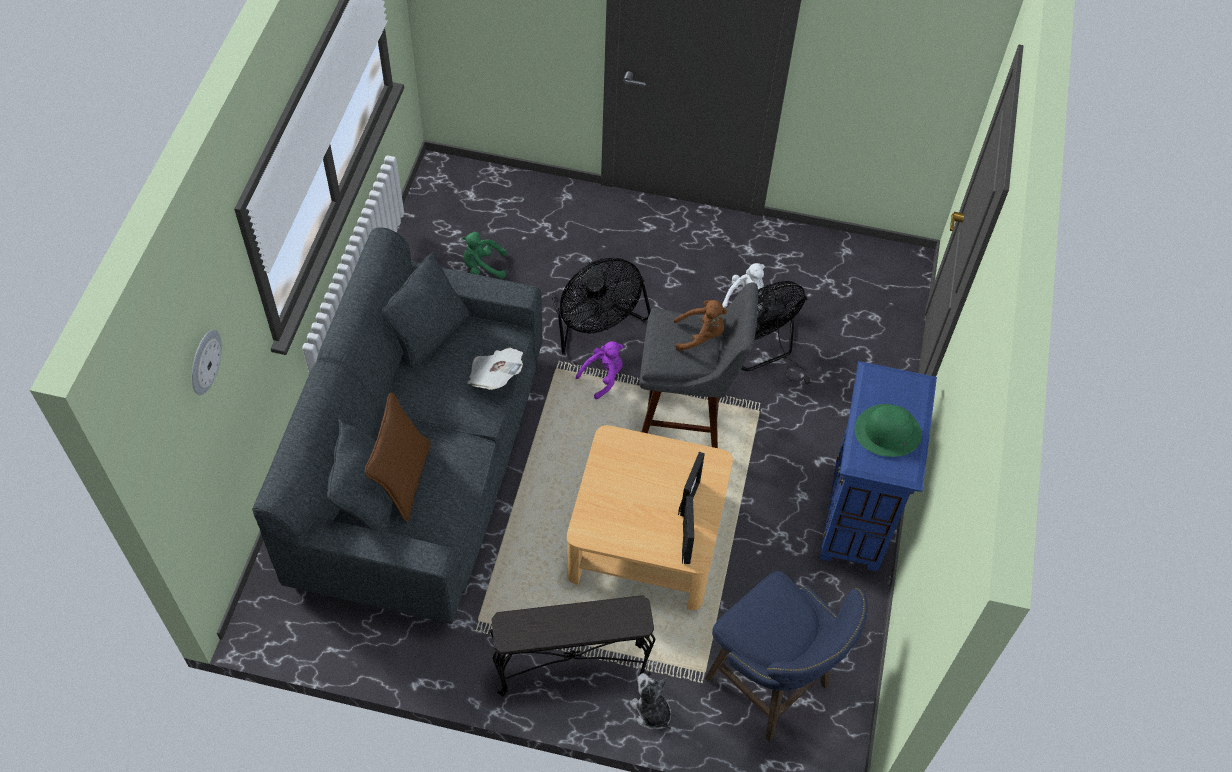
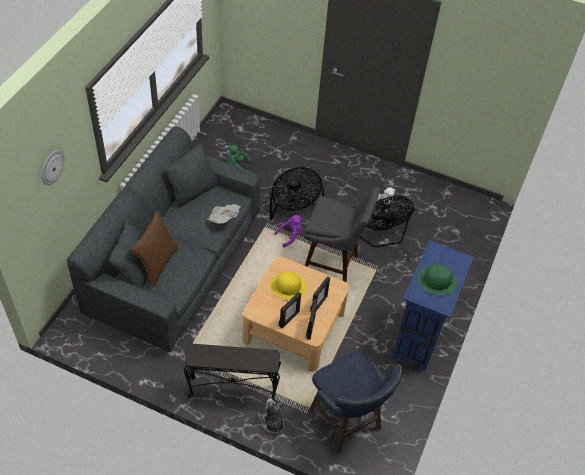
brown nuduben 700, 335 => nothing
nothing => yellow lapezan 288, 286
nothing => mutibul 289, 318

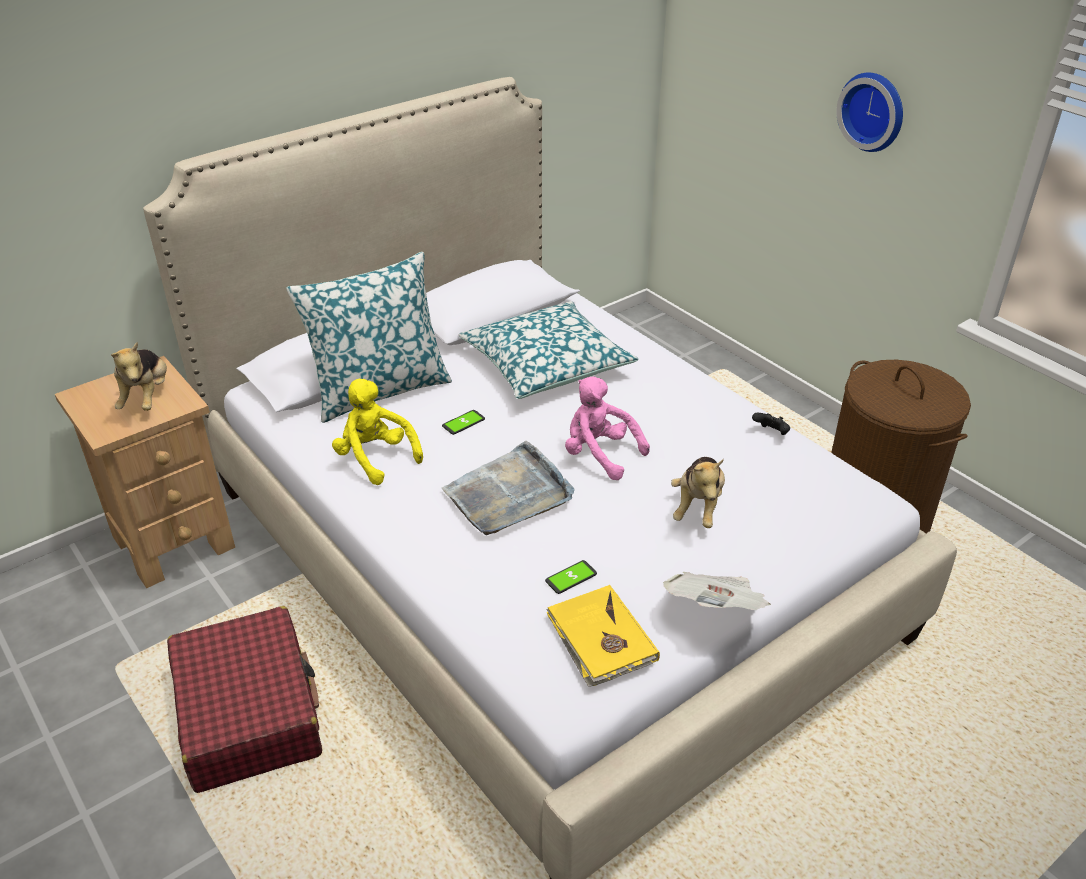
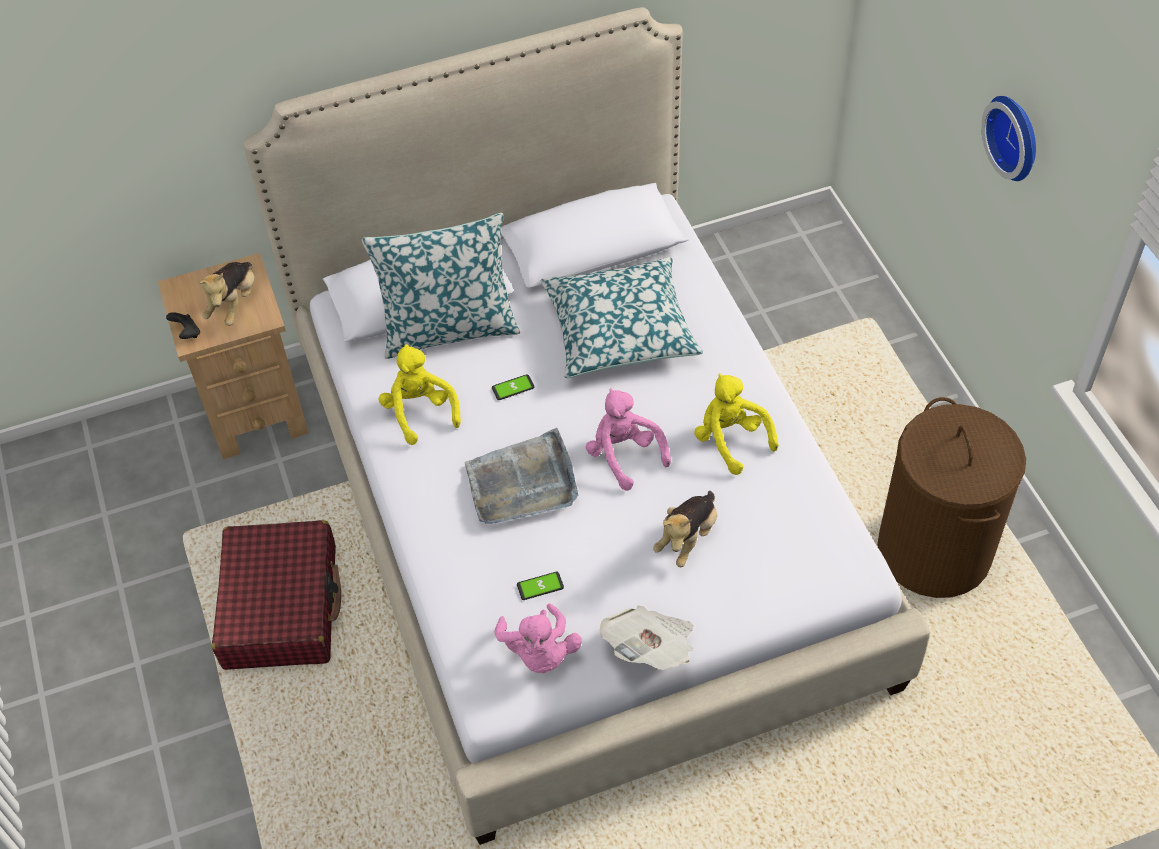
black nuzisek 771, 433 => black nuzisek 187, 333, relocated
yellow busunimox 600, 639 => pink nuduben 539, 653
nothing => yellow nuduben 731, 440

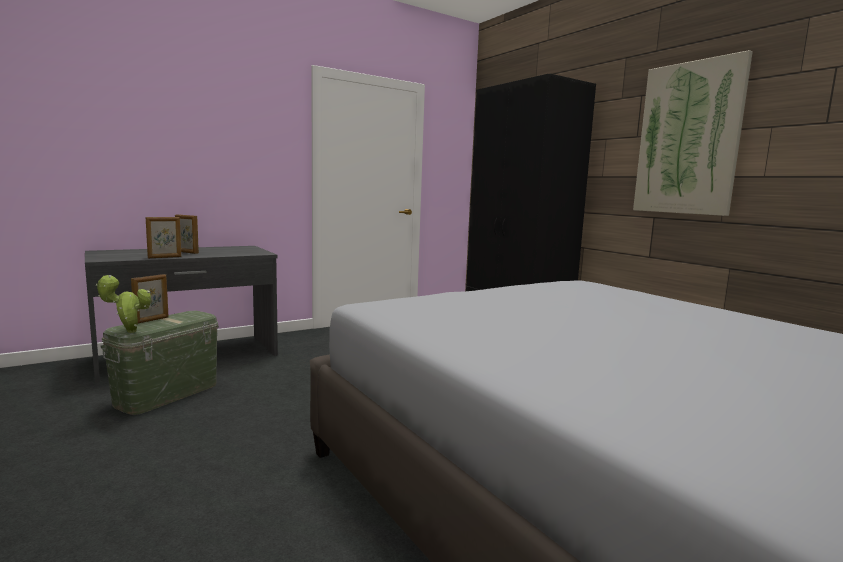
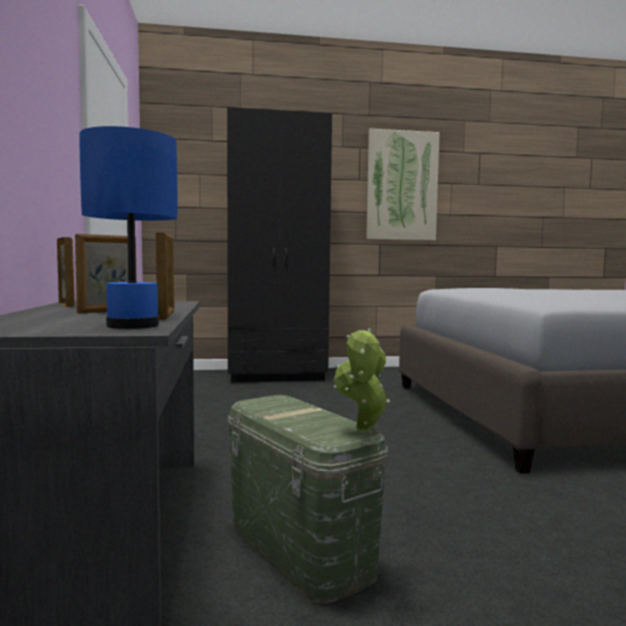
mutibul 152, 320 => mutibul 66, 305, relocated
nothing => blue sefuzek 131, 325

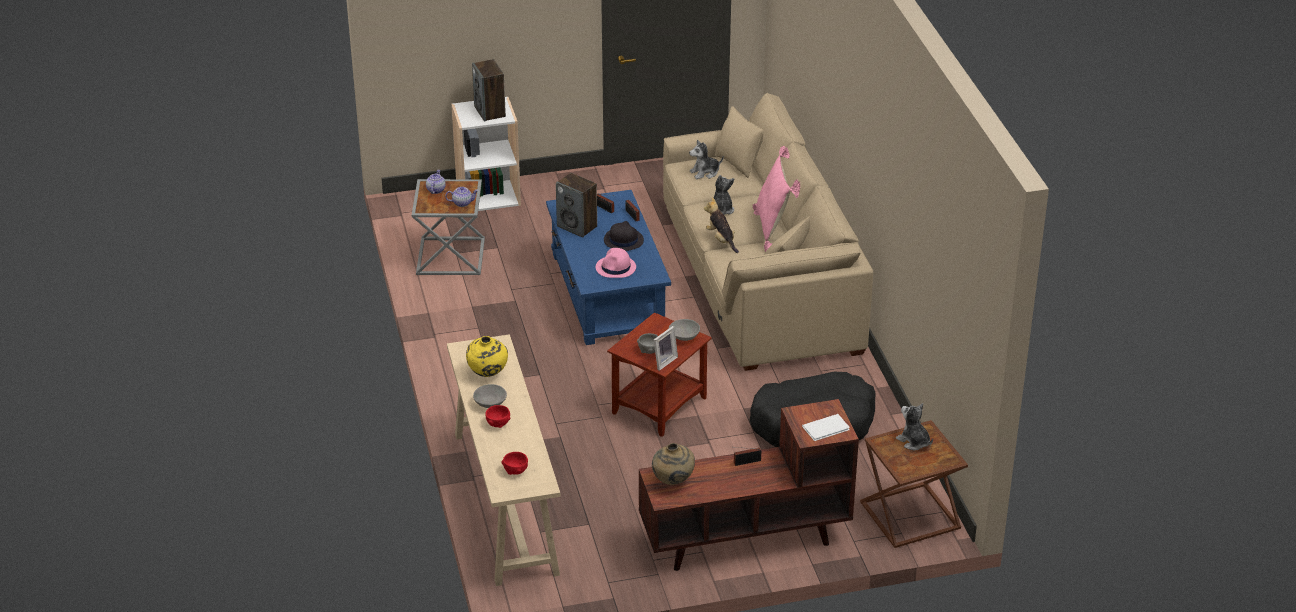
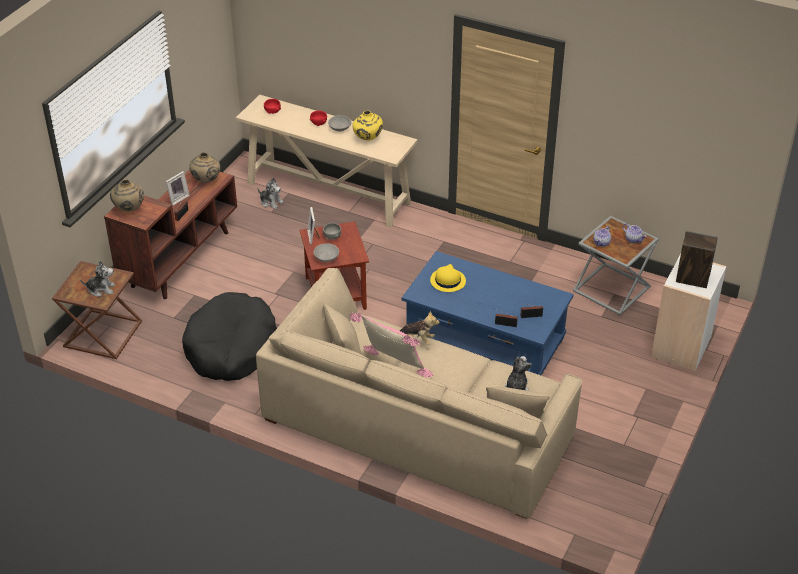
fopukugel 577, 226 => nothing
nuduben 721, 209 => nuduben 271, 202, relocated
black lapezan 623, 240 => nothing
pink lapezan 616, 268 => yellow lapezan 447, 281
white busunimox 827, 428 => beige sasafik 129, 210
nothing => mutibul 177, 198

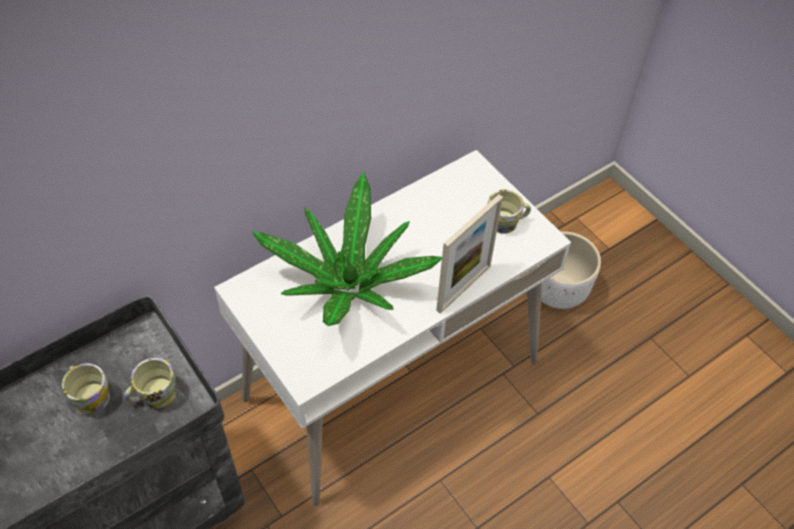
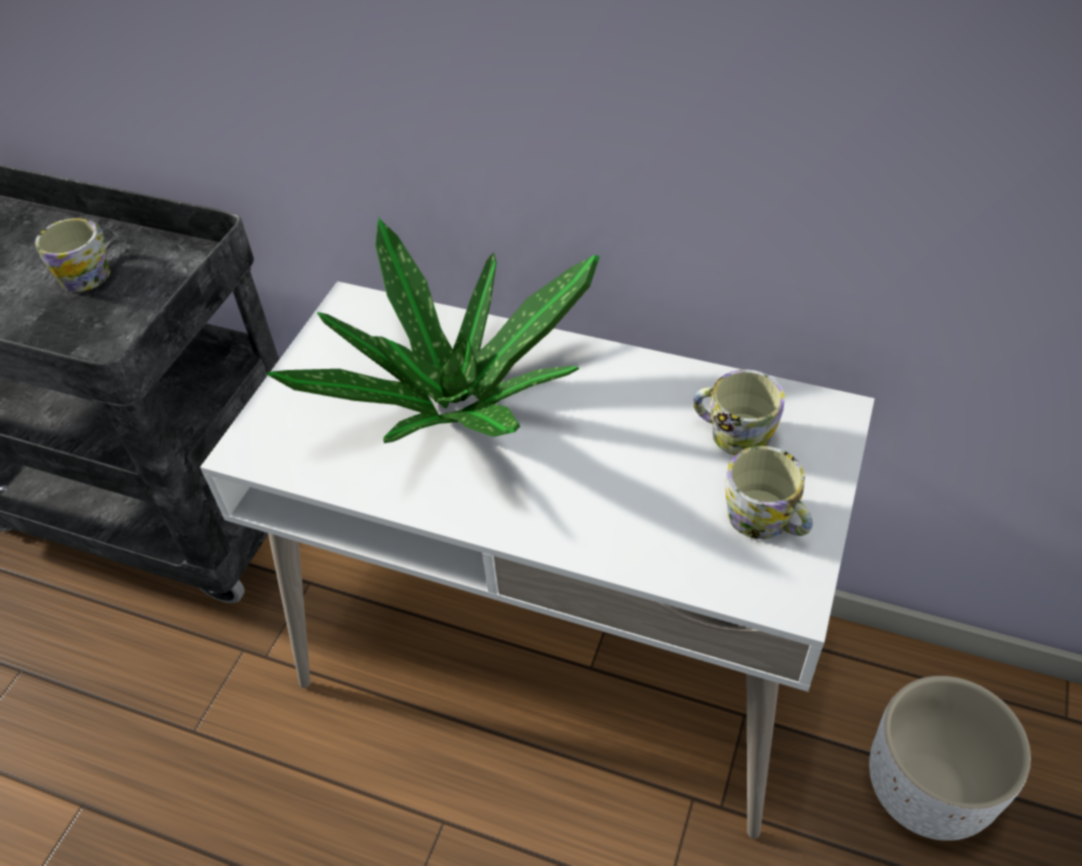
mutibul 463, 288 => nothing
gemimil 153, 395 => gemimil 732, 433, relocated

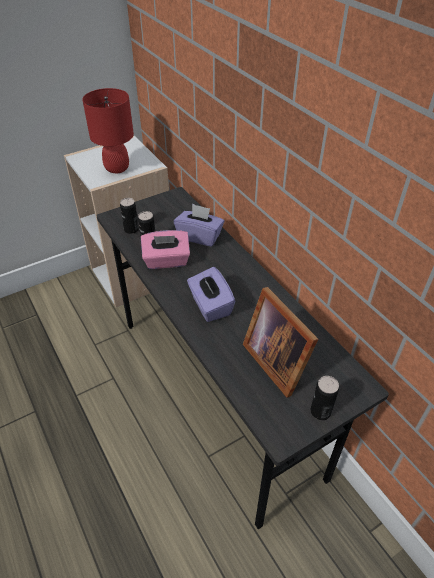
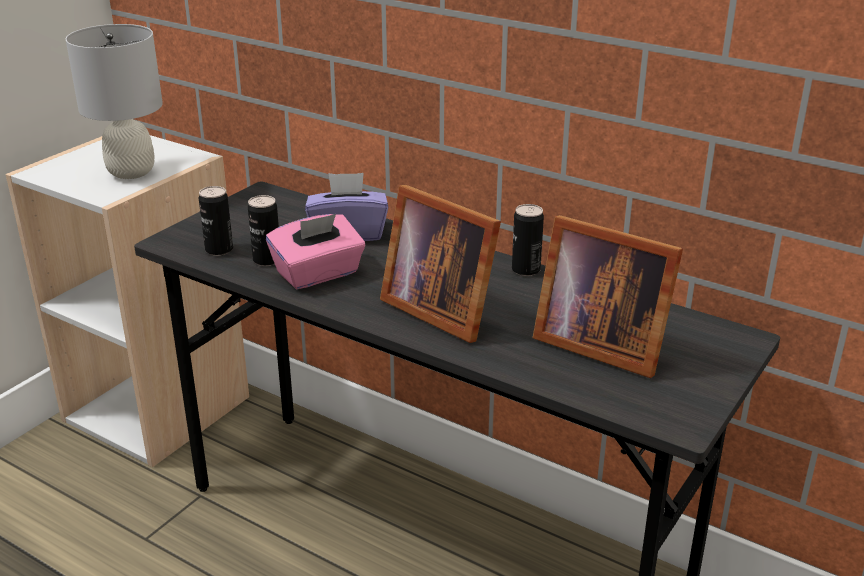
red sefuzek 116, 169 => grey sefuzek 129, 174
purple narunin 210, 305 => mutibul 440, 309
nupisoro 320, 411 => nupisoro 526, 270, relocated

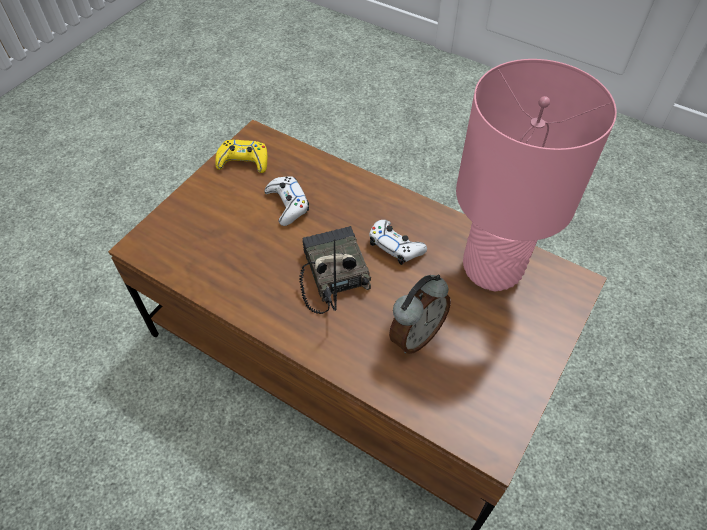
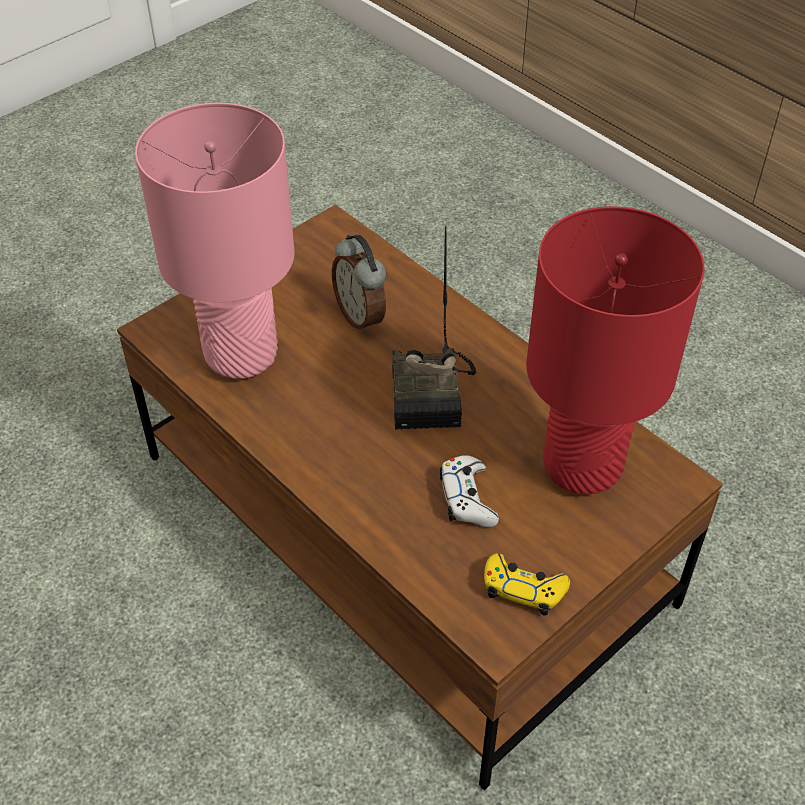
white nuzisek 395, 246 => nothing
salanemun 415, 335 => salanemun 361, 316, 90 degrees counterclockwise
nothing => red sefuzek 582, 471

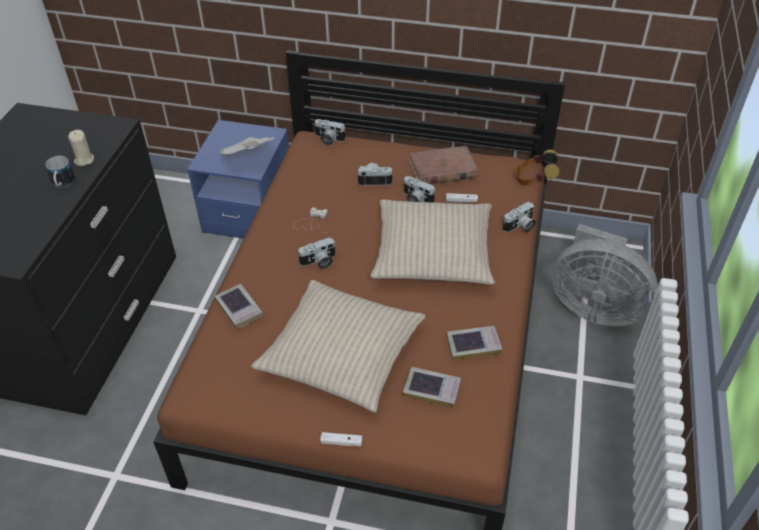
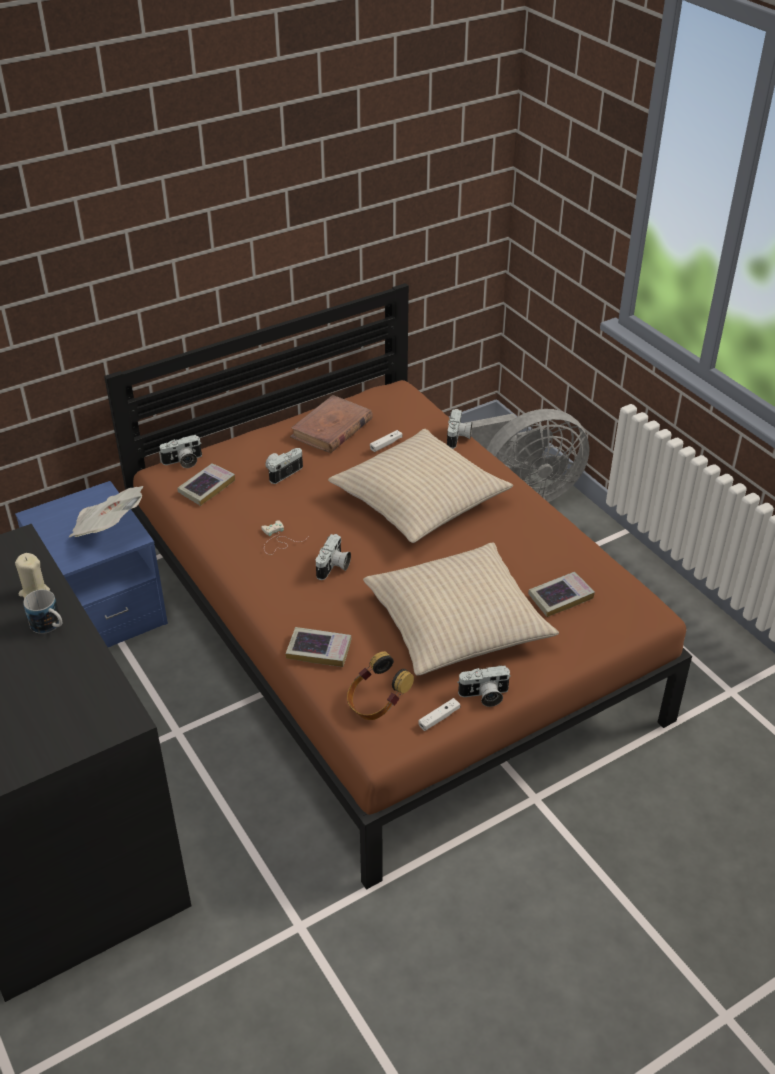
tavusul 534, 180 => tavusul 377, 703, relocated
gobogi 416, 199 => gobogi 484, 696, relocated
busunimox 473, 345 => busunimox 206, 487, relocated
white nuzisek 341, 442 => white nuzisek 439, 718, relocated

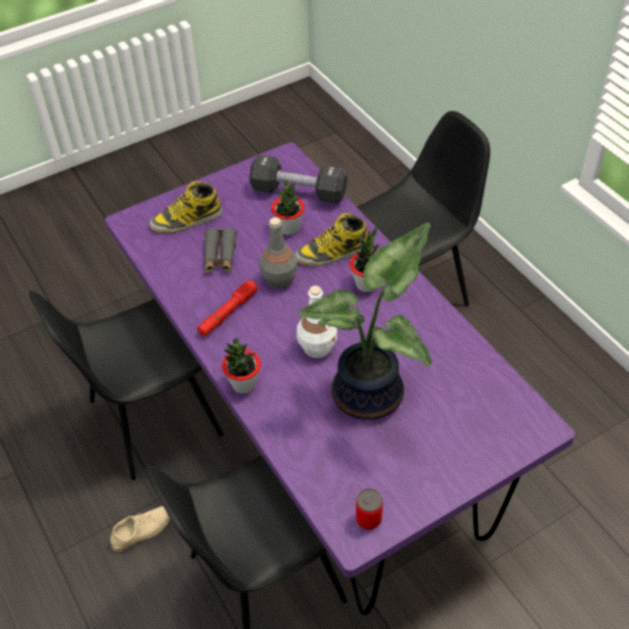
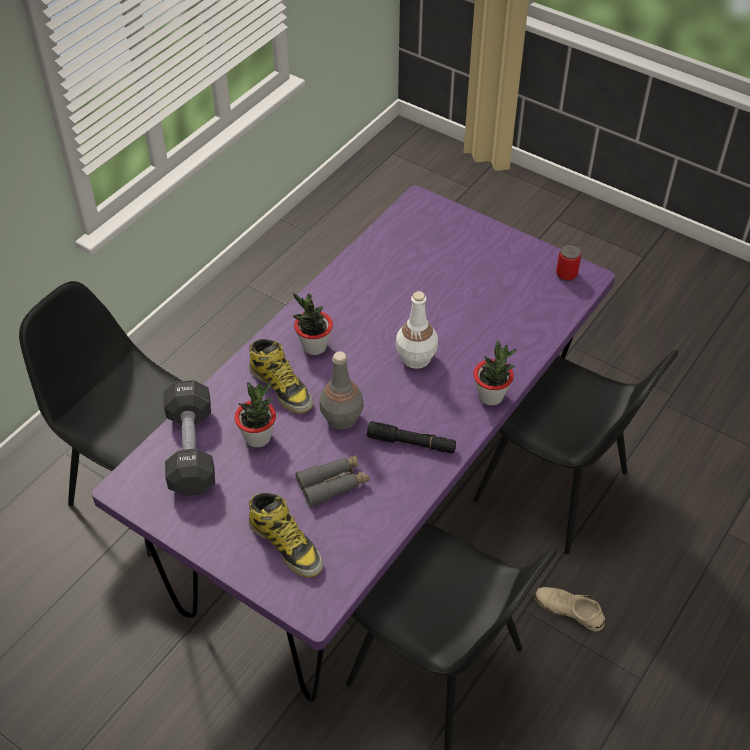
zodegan 372, 395 => nothing
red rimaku 228, 313 => black rimaku 411, 443

